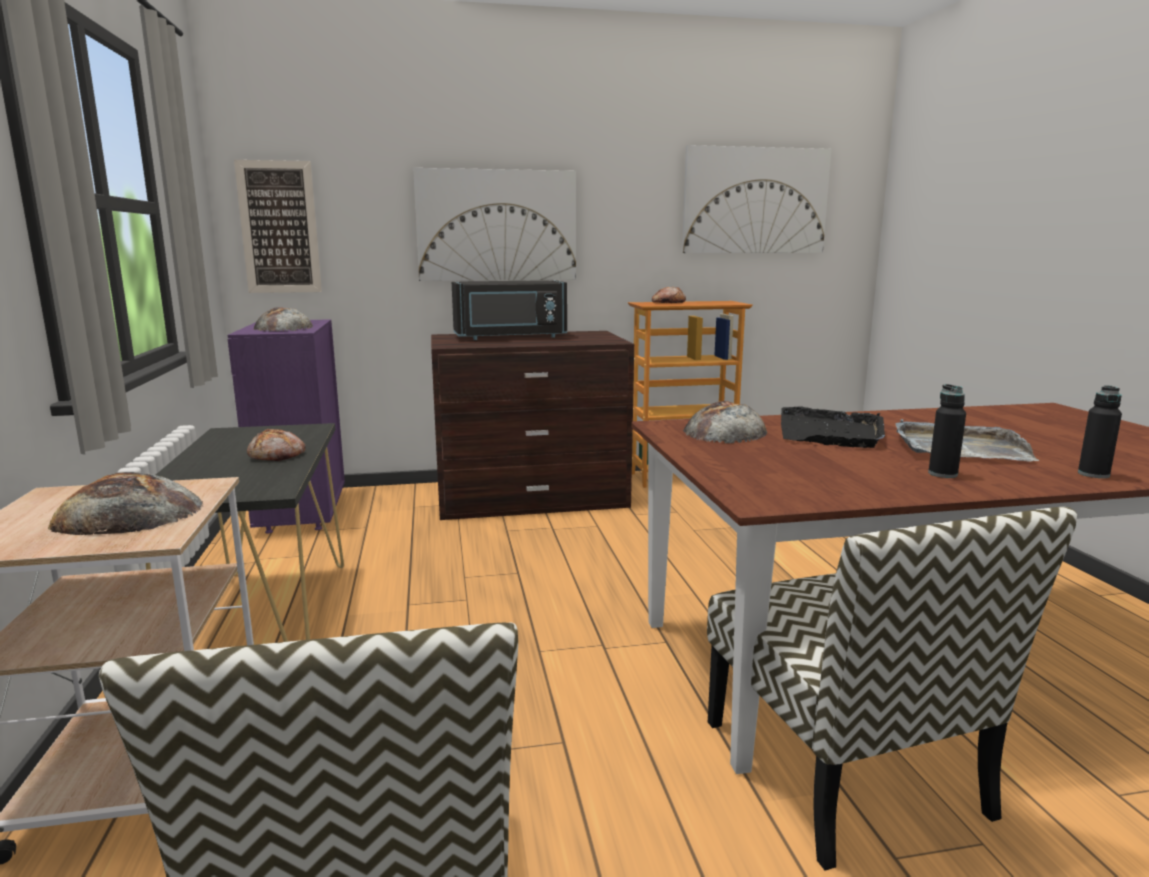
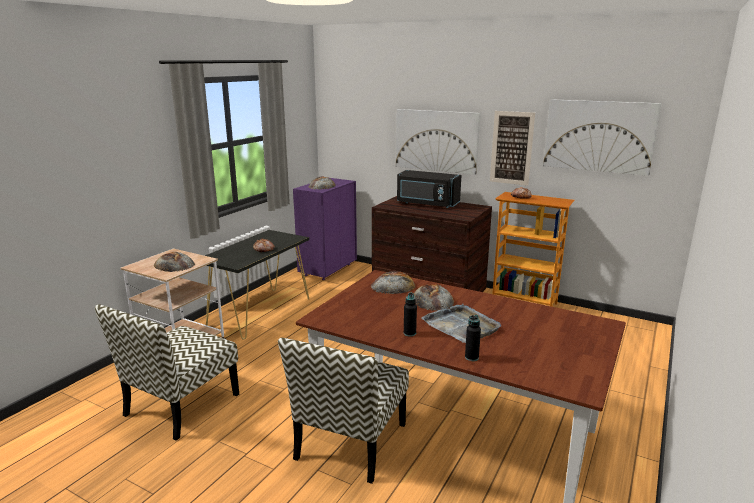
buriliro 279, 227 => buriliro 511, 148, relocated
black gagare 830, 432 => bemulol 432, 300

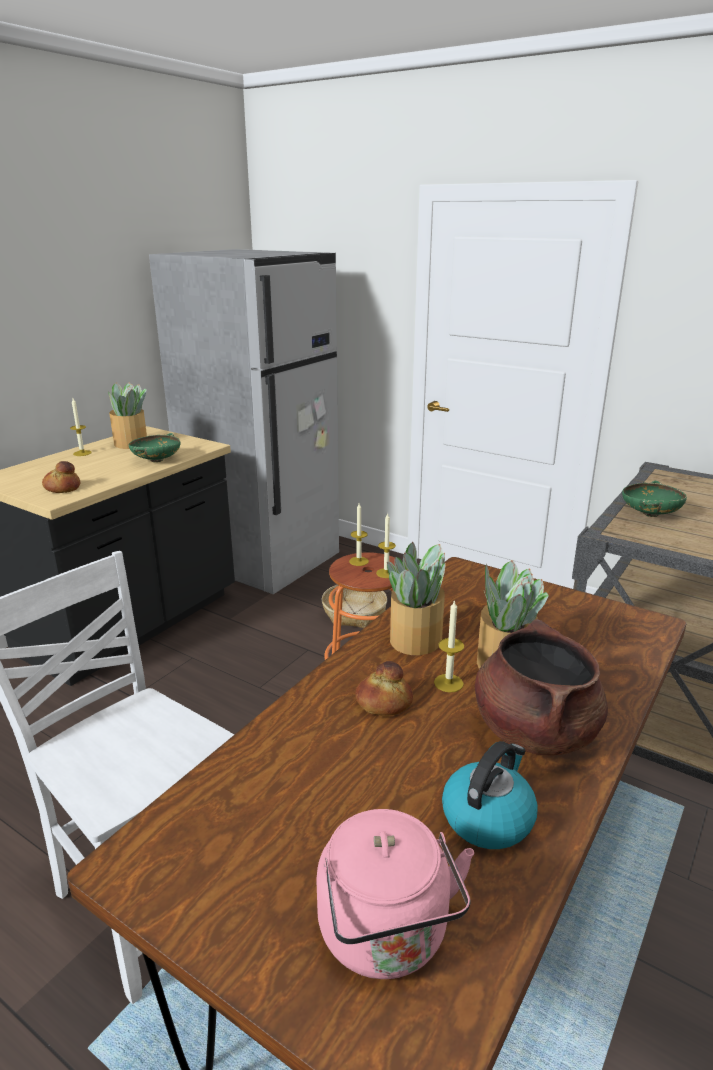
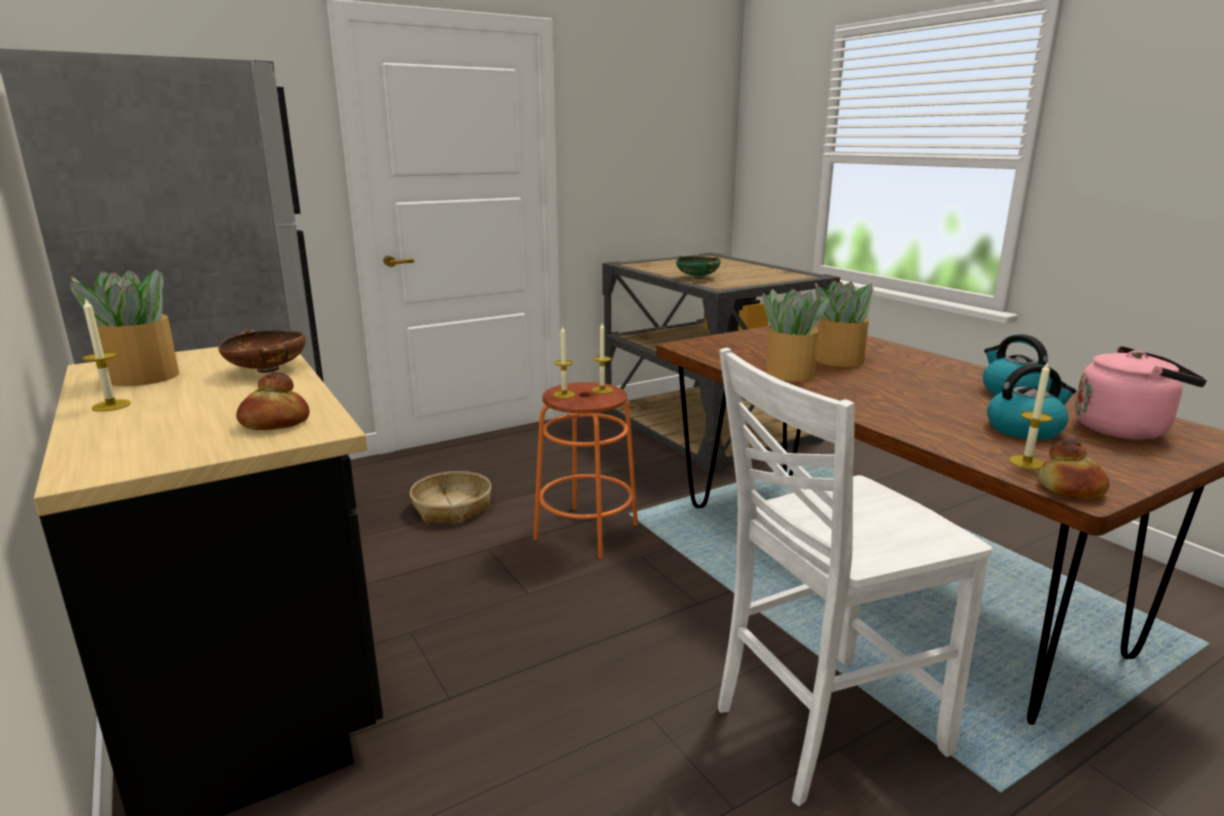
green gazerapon 156, 460 => brown gazerapon 267, 370
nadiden 448, 683 => nadiden 1026, 462, relocated
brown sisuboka 534, 730 => nothing
bemulol 383, 702 => bemulol 1069, 489, relocated
nothing => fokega 1025, 429

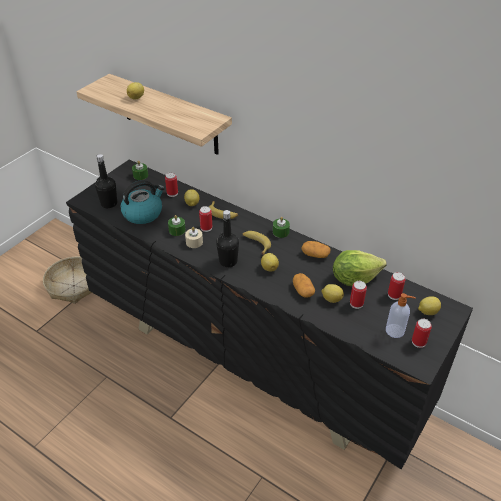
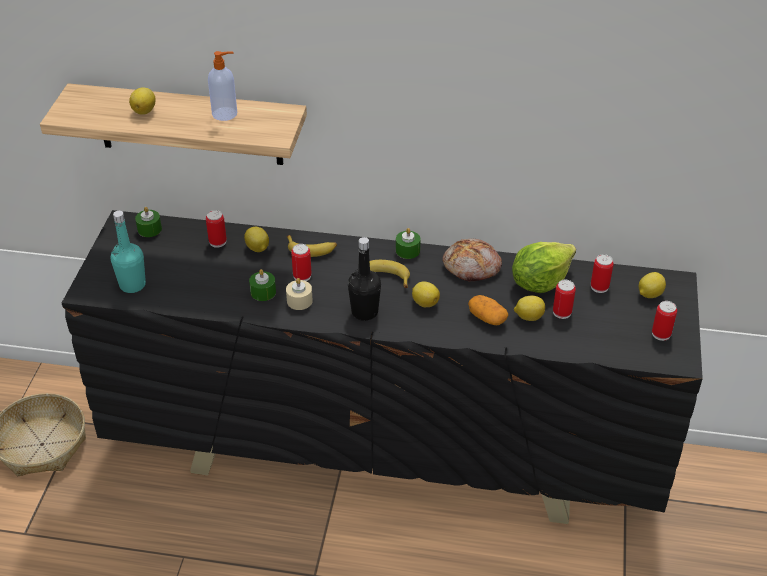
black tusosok 109, 204 => turquoise tusosok 132, 285
fokega 143, 213 => nothing
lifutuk 315, 255 => bemulol 472, 267
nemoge 395, 331 => nemoge 225, 114, relocated

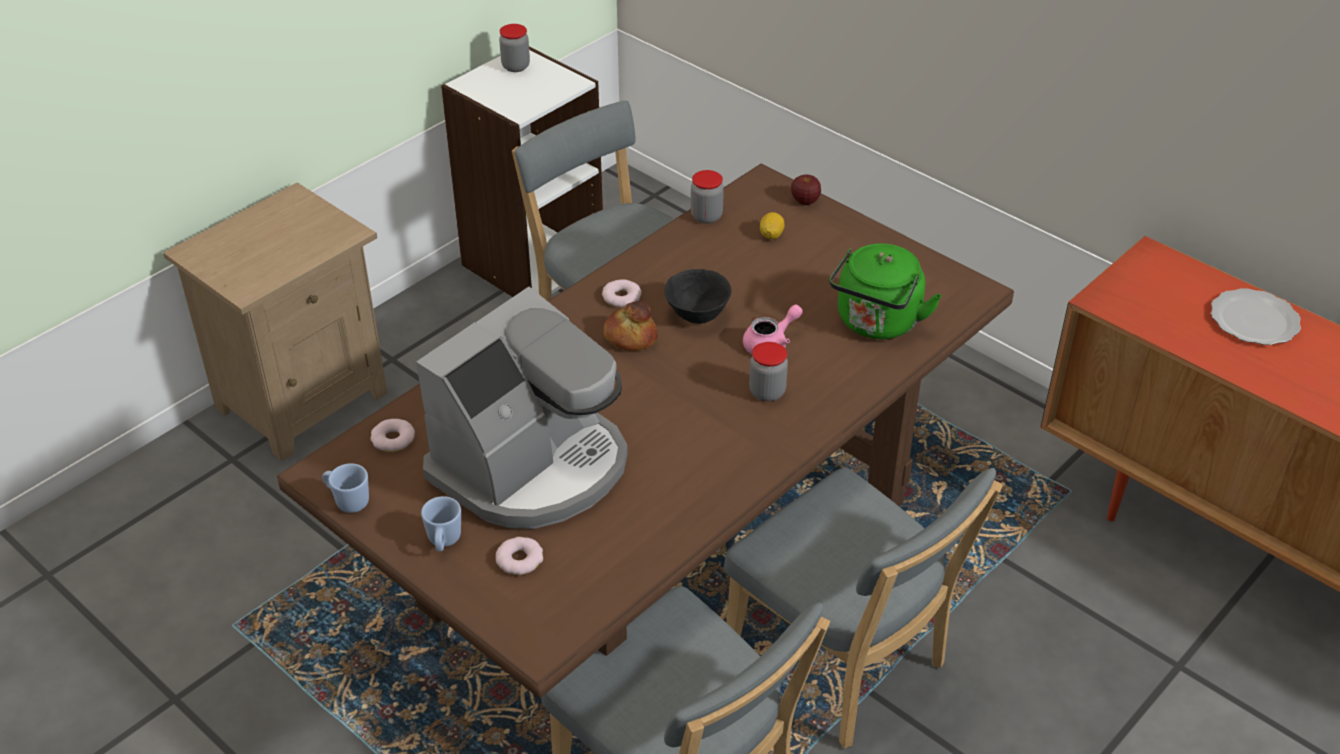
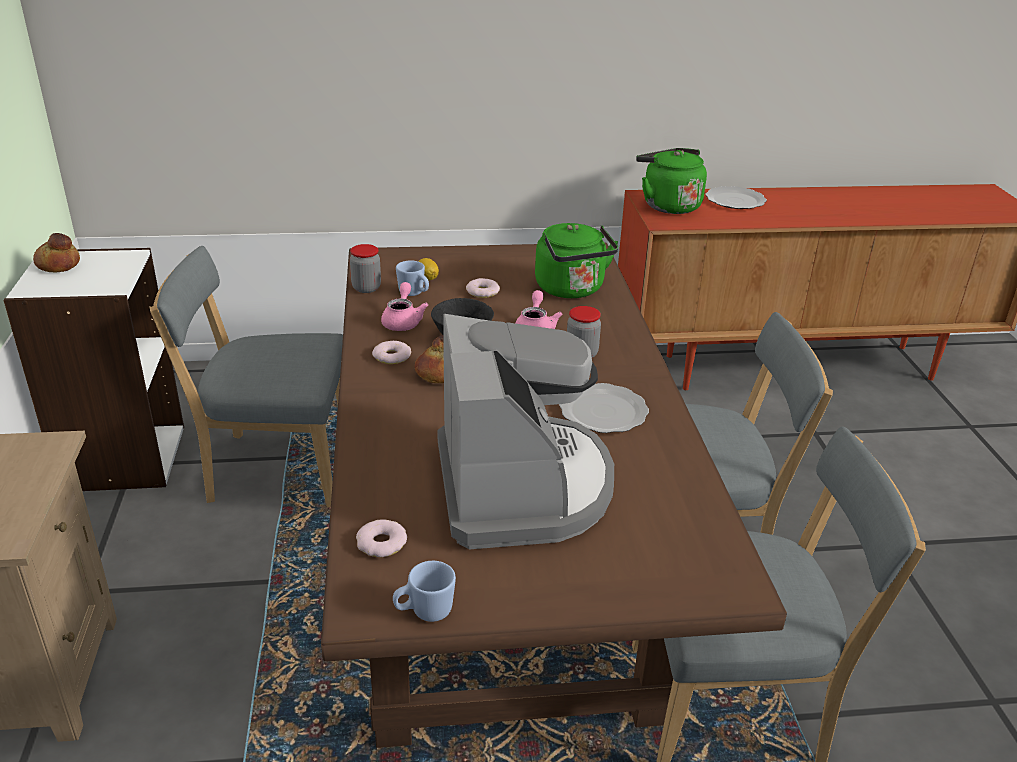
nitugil 515, 66 => bemulol 59, 264
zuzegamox 805, 201 => nothing
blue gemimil 443, 542 => blue gemimil 414, 294, relocated
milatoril 519, 559 => milatoril 482, 291, relocated
nothing => green fokega 668, 205
nothing => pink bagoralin 403, 321
nothing => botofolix 602, 411

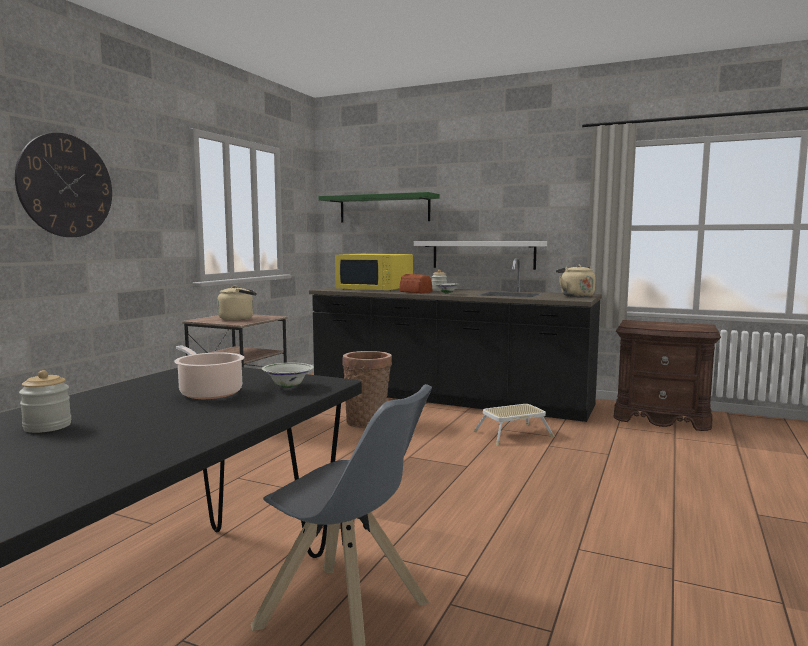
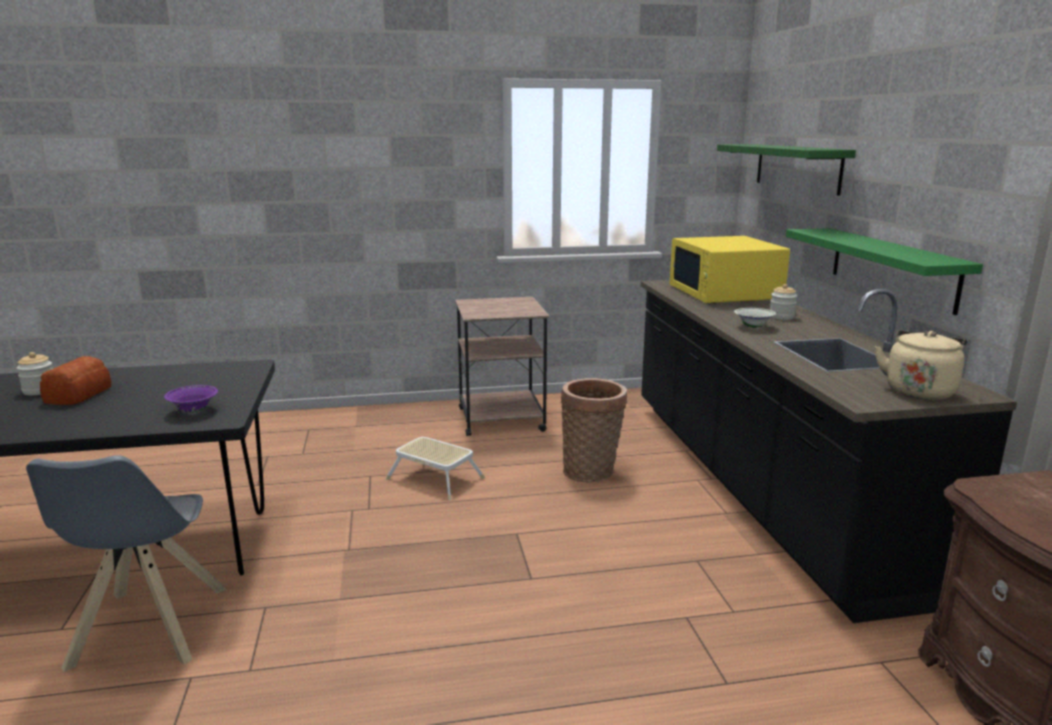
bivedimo 66, 186 => nothing
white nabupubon 483, 254 => green nabupubon 892, 268
bemulol 415, 292 => bemulol 76, 395, relocated
beige fokega 238, 319 => nothing
sisuboka 209, 392 => nothing
white gazerapon 288, 387 => purple gazerapon 193, 411
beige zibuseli 513, 434 => beige zibuseli 435, 478, relocated

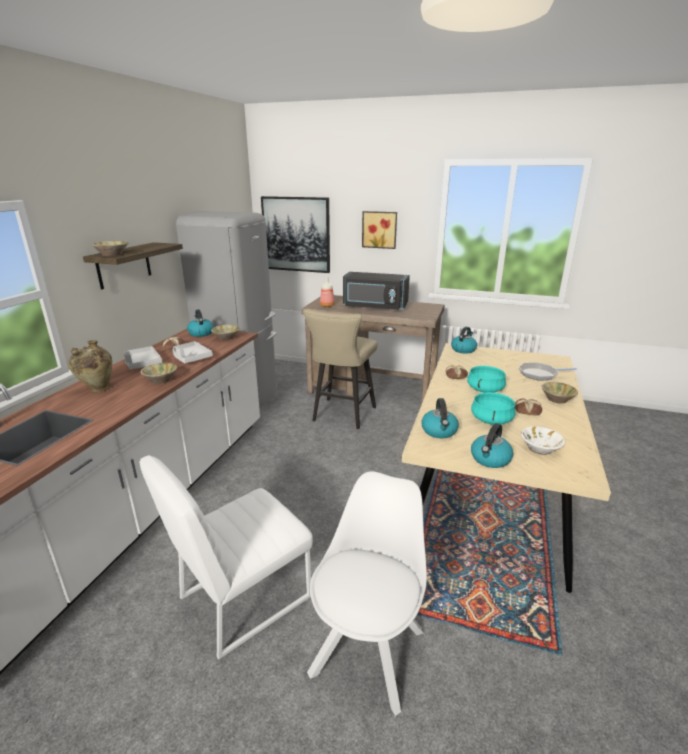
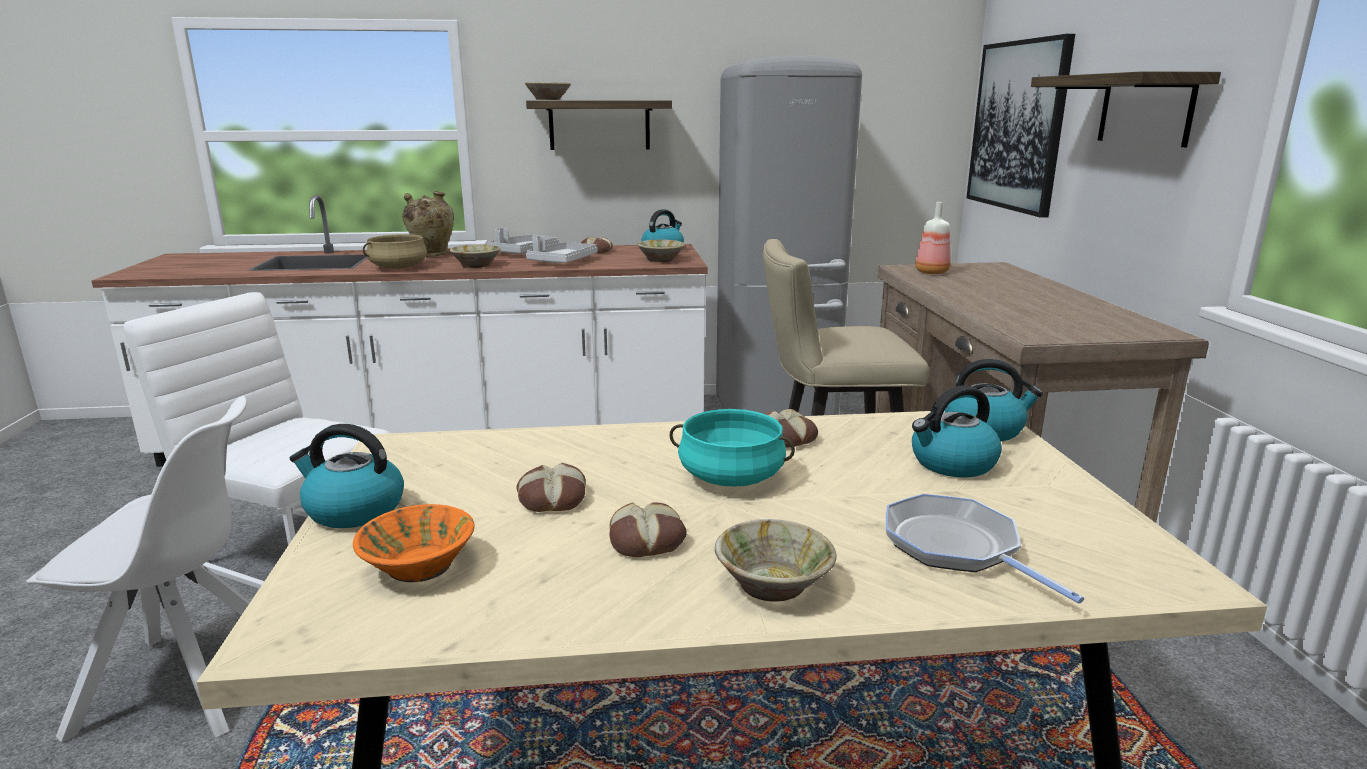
buriliro 379, 229 => nabupubon 1145, 109
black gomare 374, 307 => nothing
turquoise sisuboka 491, 420 => bemulol 551, 498
fokega 439, 431 => fokega 952, 464, relocated
white gazerapon 540, 449 => orange gazerapon 418, 566
nothing => beige sisuboka 398, 268

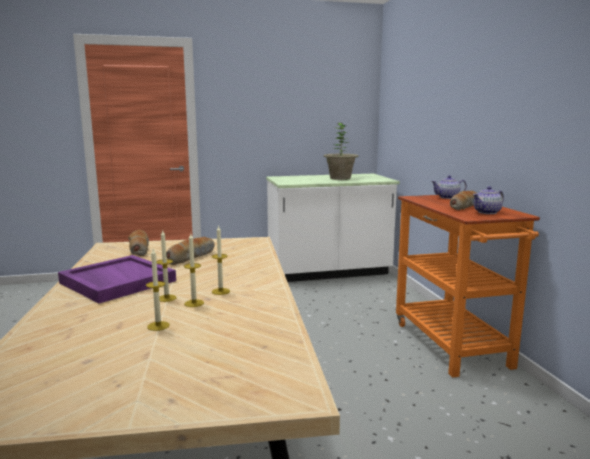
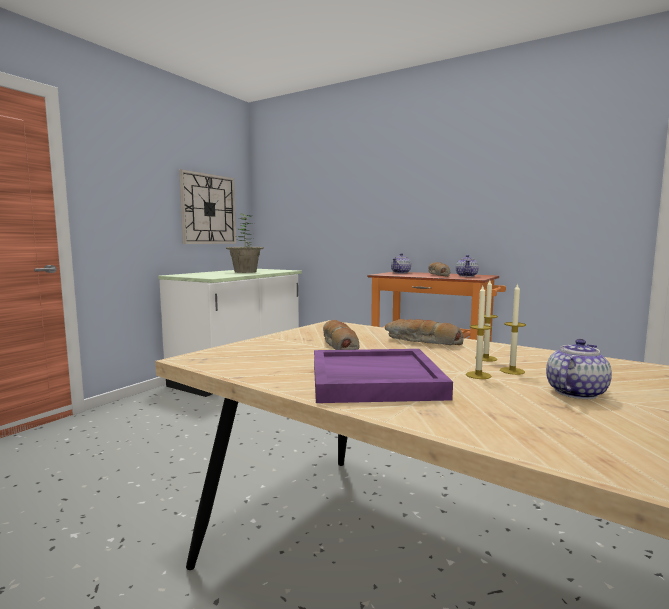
bemulol 139, 249 => bemulol 422, 342, relocated
nadiden 158, 326 => bagoralin 575, 393
nothing => bivedimo 208, 209

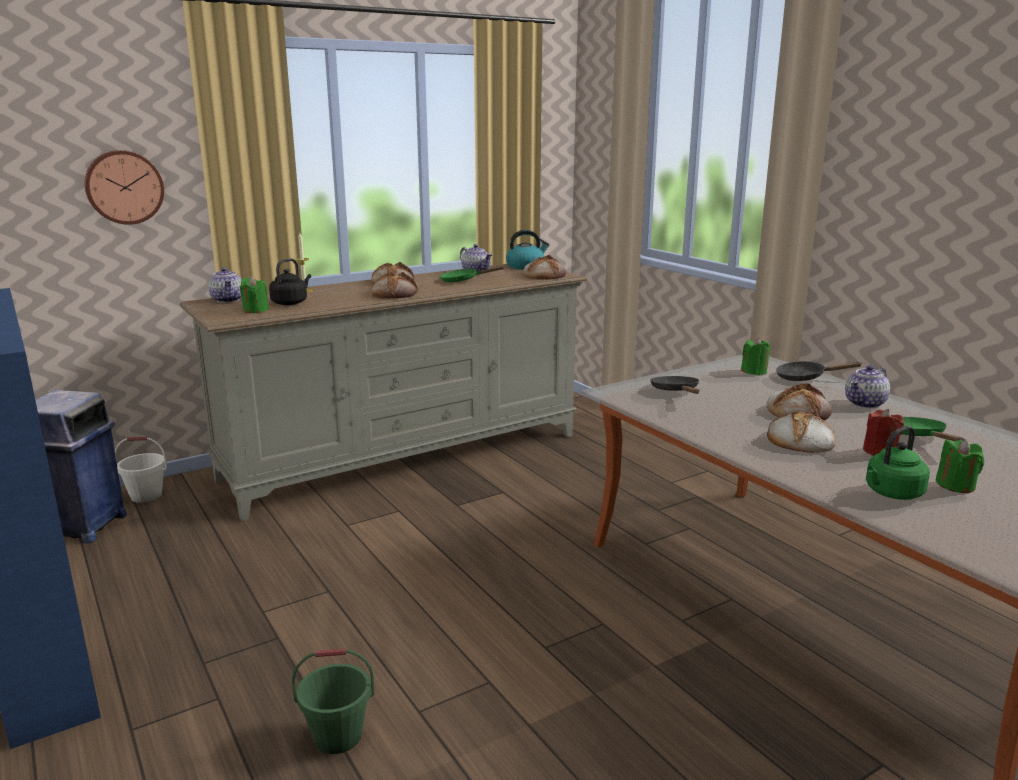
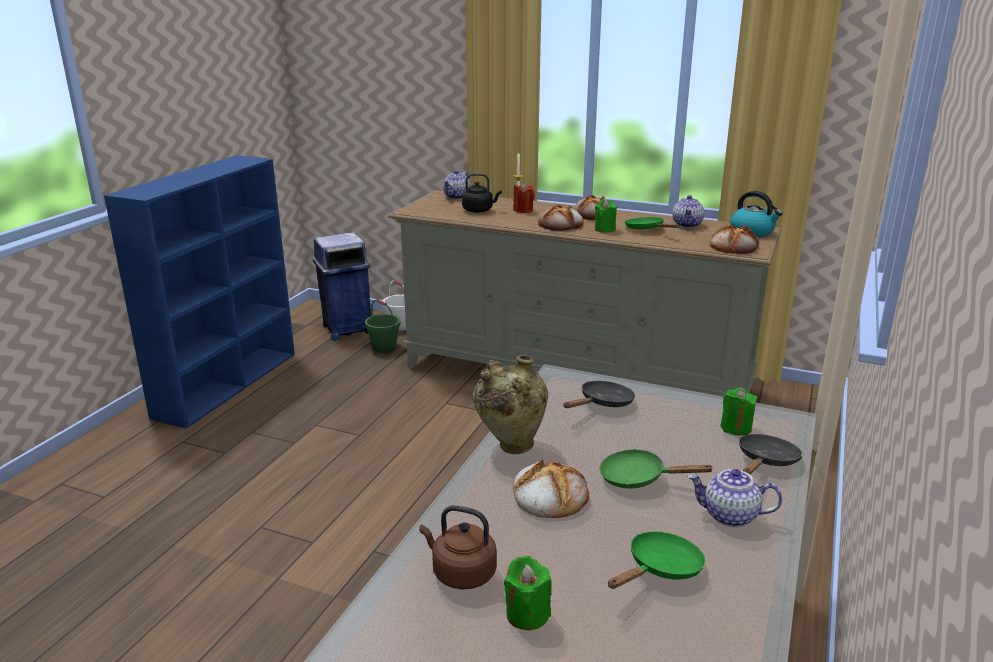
bivedimo 124, 187 => nothing
green nadiden 255, 310 => green nadiden 605, 229, relocated
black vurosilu 805, 378 => black vurosilu 766, 461, 60 degrees clockwise
bemulol 798, 411 => green vurosilu 638, 478
red nadiden 879, 451 => red nadiden 523, 210, relocated
green fokega 892, 493 => brown fokega 461, 573
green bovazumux 337, 737 => green bovazumux 384, 347, relocated
nothing => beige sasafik 510, 446

